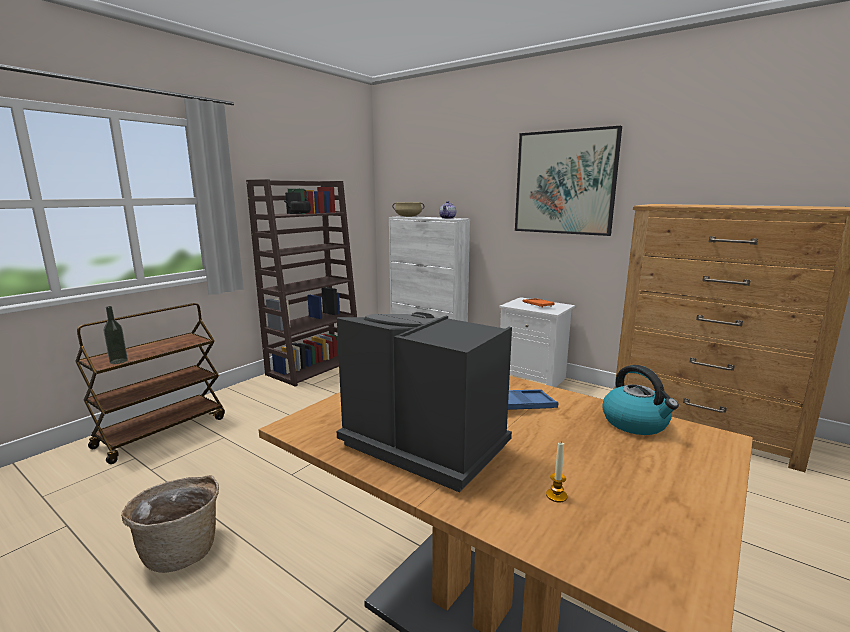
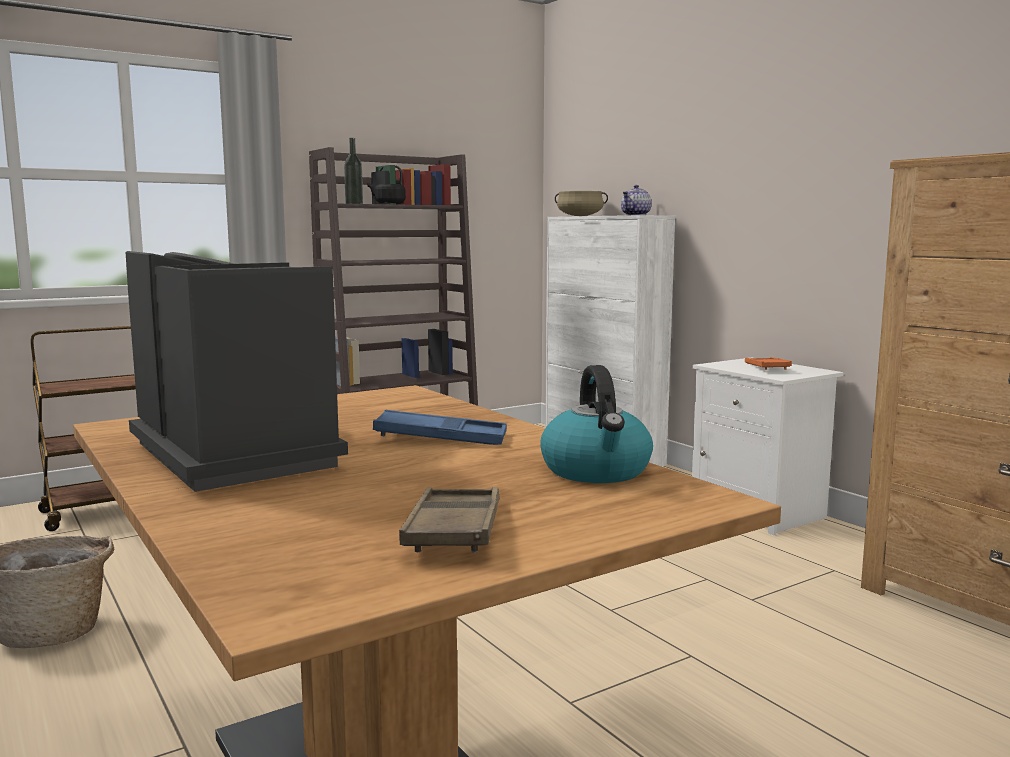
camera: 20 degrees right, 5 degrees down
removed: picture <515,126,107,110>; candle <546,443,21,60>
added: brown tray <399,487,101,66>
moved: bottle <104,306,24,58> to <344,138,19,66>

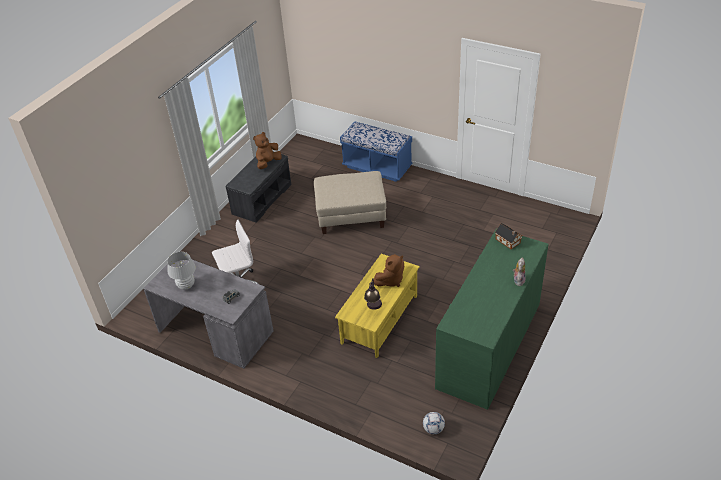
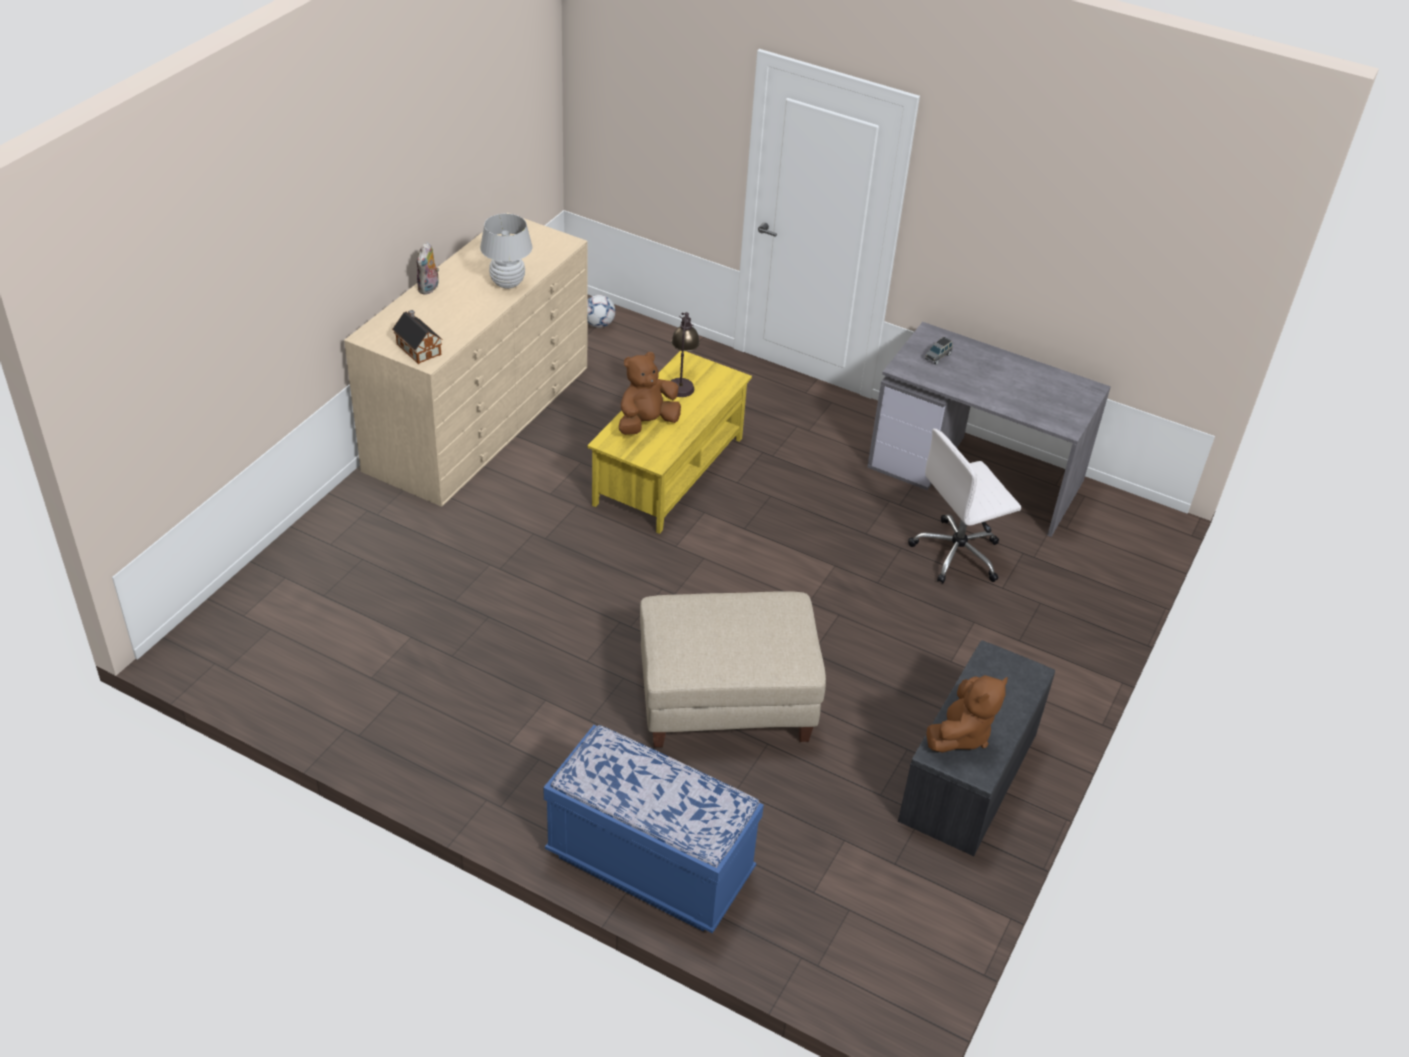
camera: 175 degrees right, 0 degrees up
moved: white table lamp <167,252,29,38> to <480,214,53,75>
recoloured: green dresser <435,228,114,182> to beige dresser <344,213,244,294>

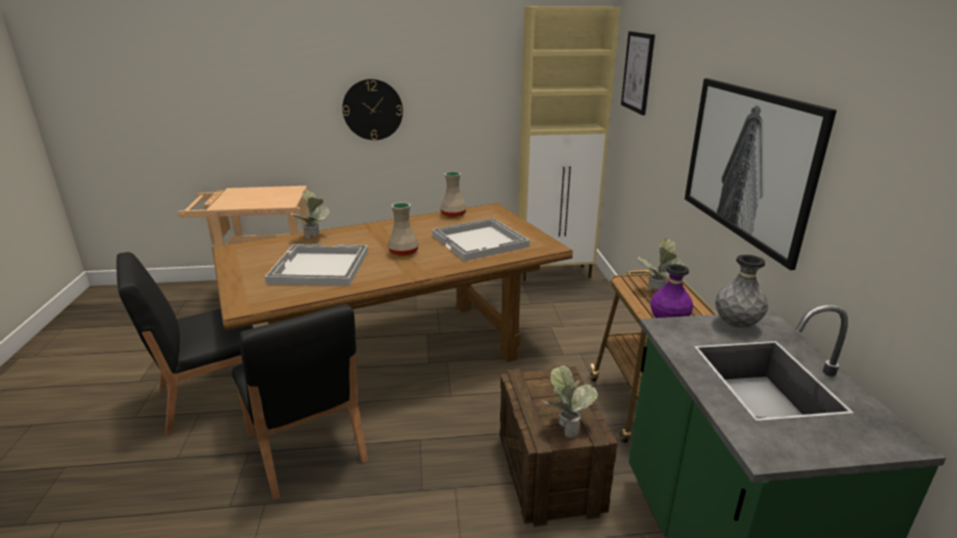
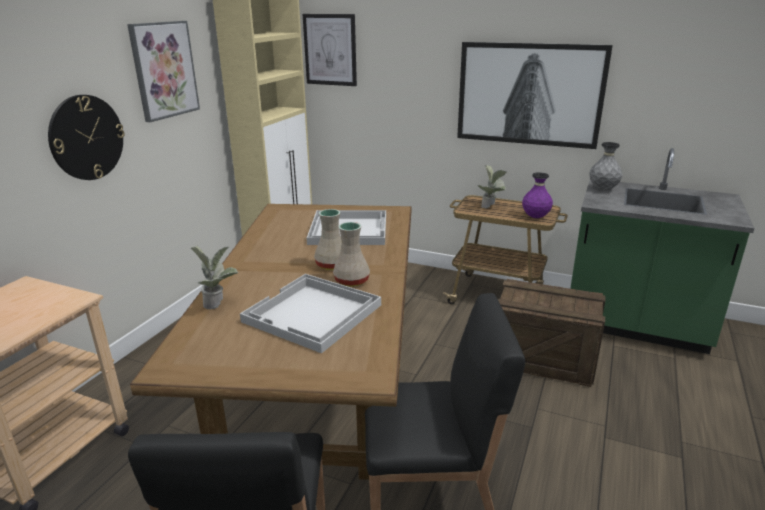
camera: 60 degrees left, 0 degrees up
removed: potted plant <543,366,55,72>
added: picture <127,21,73,101>
moved: beige vase <440,172,26,46> to <333,222,37,65>

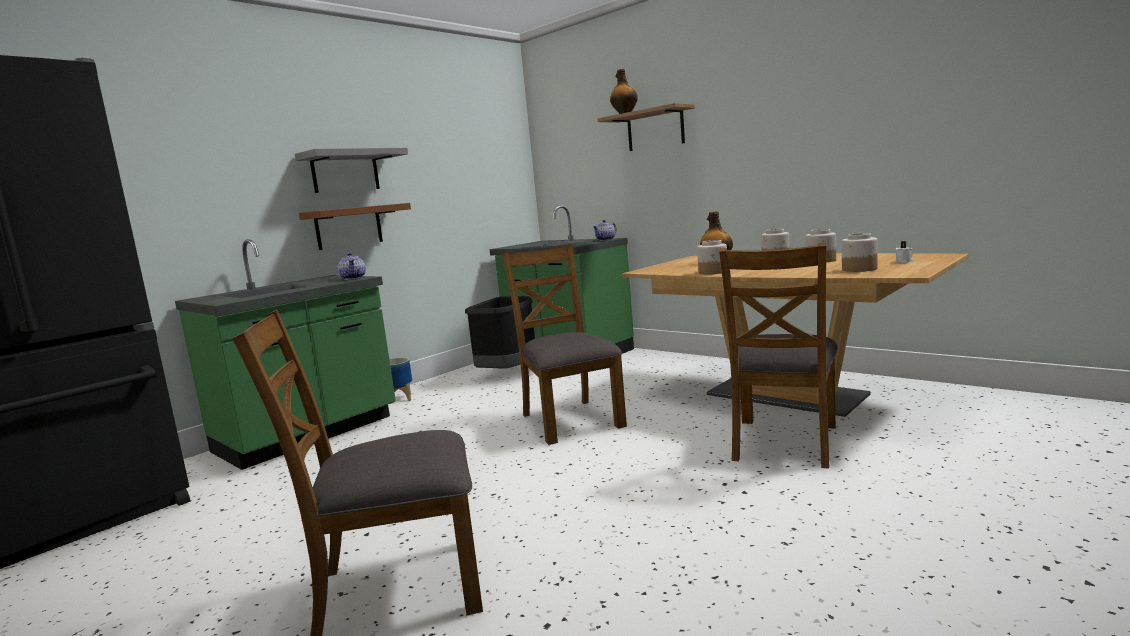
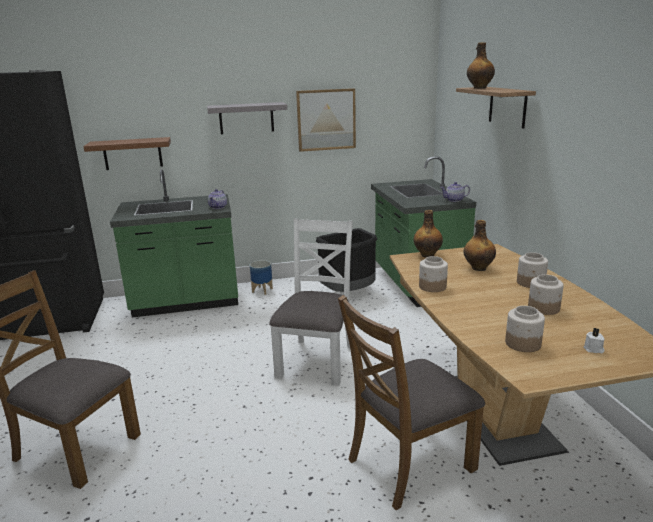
camera: 35 degrees right, 10 degrees up
added: picture <296,88,60,64>; bottle <413,210,30,48>
moved: brown shelf <299,203,112,47> to <83,137,88,33>
recoloured: brown chair <503,244,124,201> to white chair <269,218,84,168>

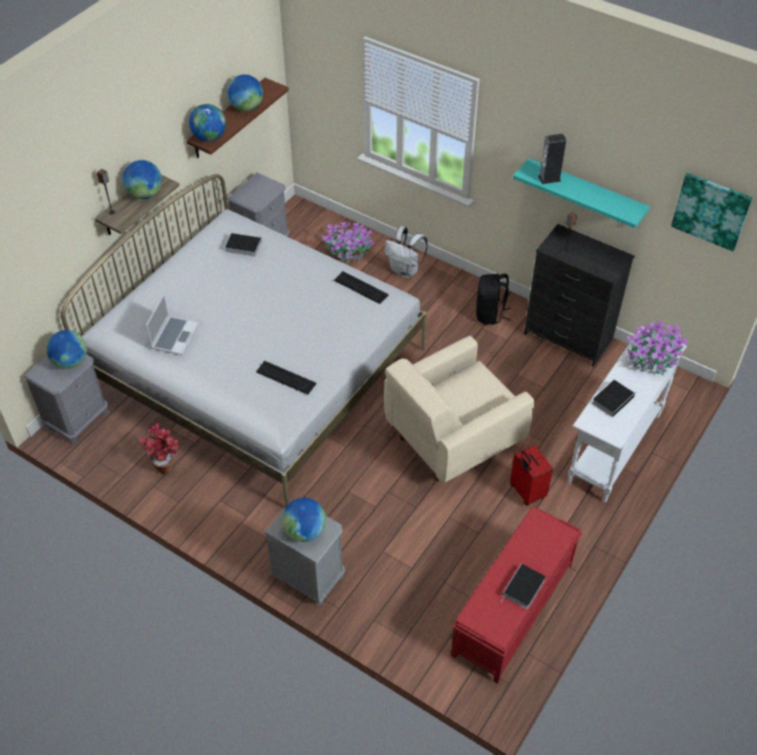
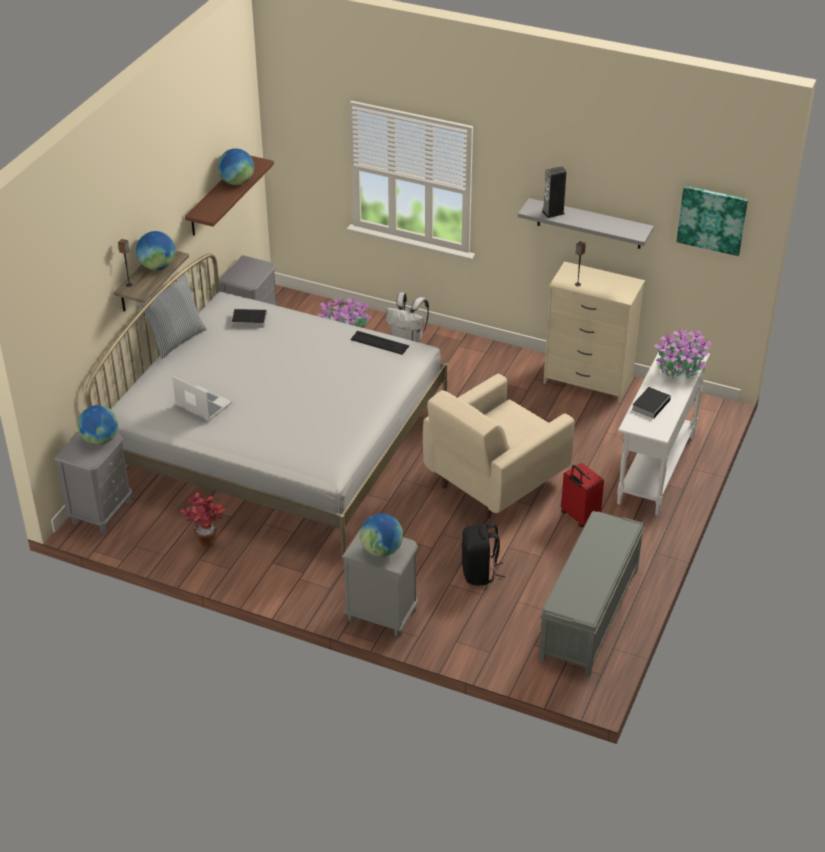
camera: 10 degrees left, 10 degrees down
removed: globe <189,104,37,37>; keyboard <256,361,60,34>; book <500,564,46,45>
added: pillow <140,274,67,85>
moved: black backpack <476,274,35,51> to <462,522,43,64>
recoloured: turquoise shelf <513,158,137,70> to grey shelf <518,198,136,51>; red bench <451,507,131,177> to grey bench <539,511,106,165>; black dresser <524,224,111,143> to beige dresser <544,261,101,142>
turned: laptop <146,294,53,61> = <172,376,60,45> 60 degrees counterclockwise

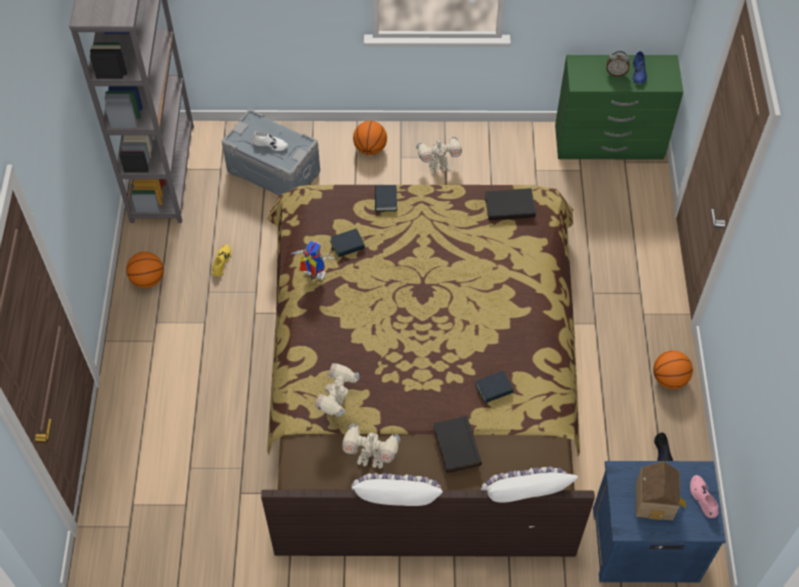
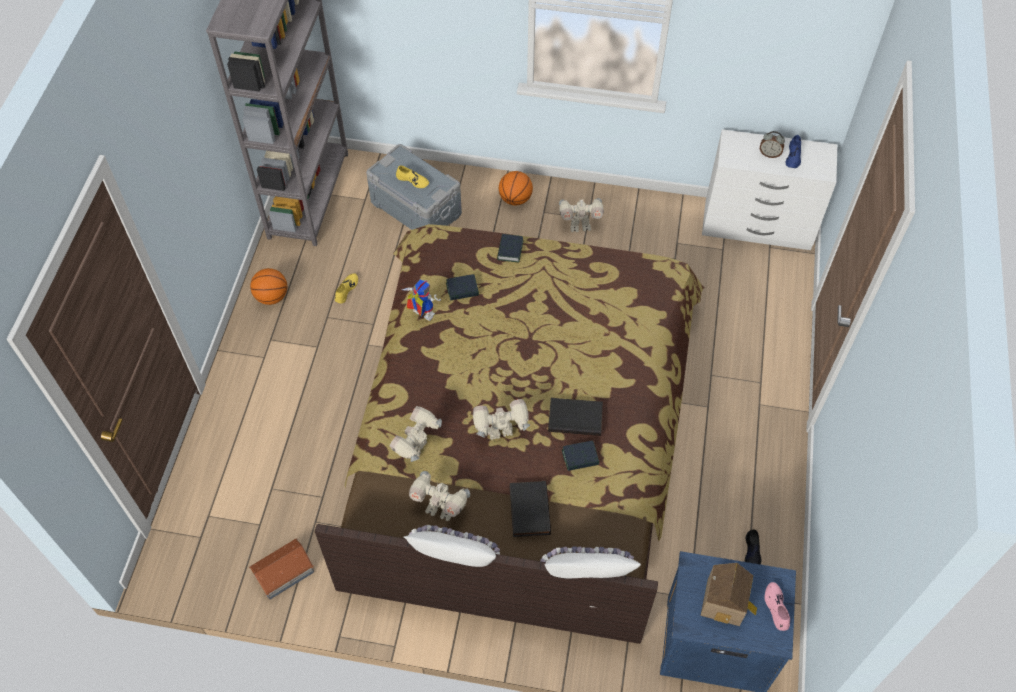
camera: 10 degrees right, 0 degrees up
removed: basketball <653,351,40,38>
added: toy house <249,538,65,62>; toy robot <473,399,57,41>
moved: black book <485,188,51,32> to <548,398,55,38>
recoloured: white shoe <252,131,36,20> to yellow shoe <396,166,33,22>; green dresser <555,55,129,104> to white dresser <702,129,135,121>

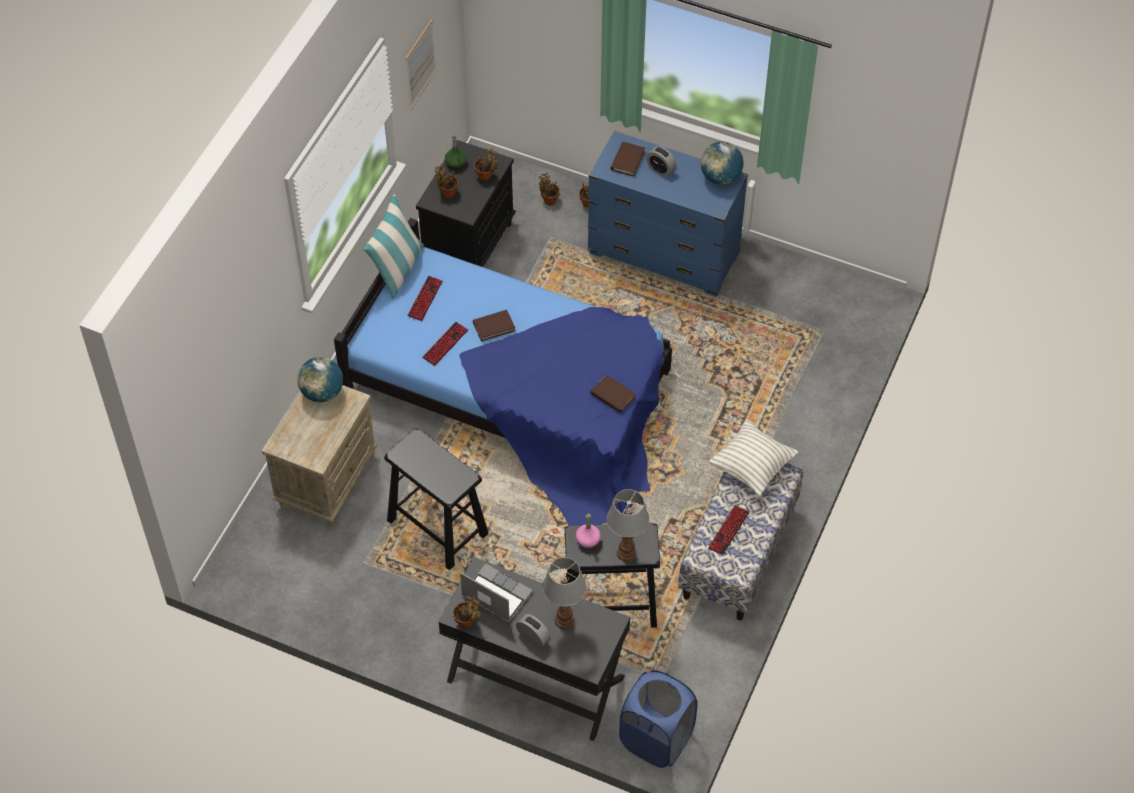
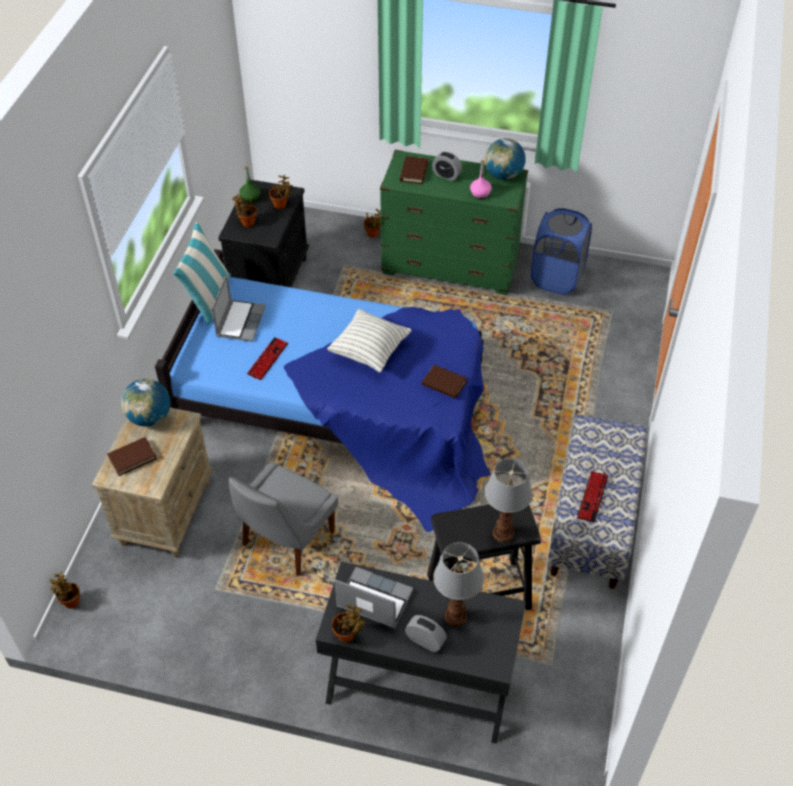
camera: 10 degrees left, 5 degrees down
removed: picture <406,19,31,91>
moved: potted plant <539,172,21,33> to <50,572,30,37>; brown book <473,310,42,32> to <107,437,50,39>; pillow <708,419,90,77> to <327,309,85,64>; pink bottle <576,514,25,34> to <470,160,22,39>; blue laundry basket <619,670,79,98> to <531,208,61,87>
replaced: keyboard <407,276,36,45> to laptop <212,274,54,68>; black stool <384,428,105,142> to grey chair <229,462,109,114>
recoloured: blue dresser <587,130,161,167> to green dresser <380,150,148,145>

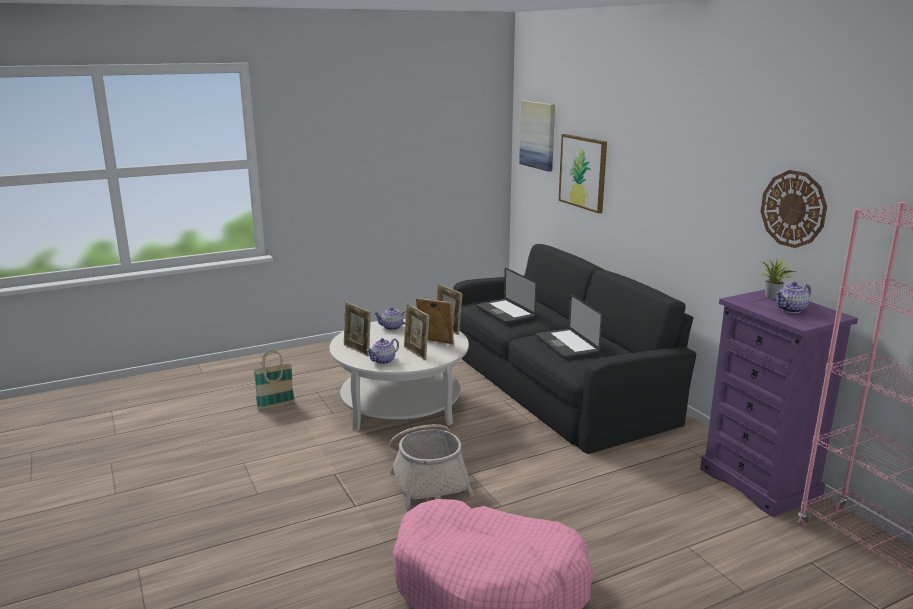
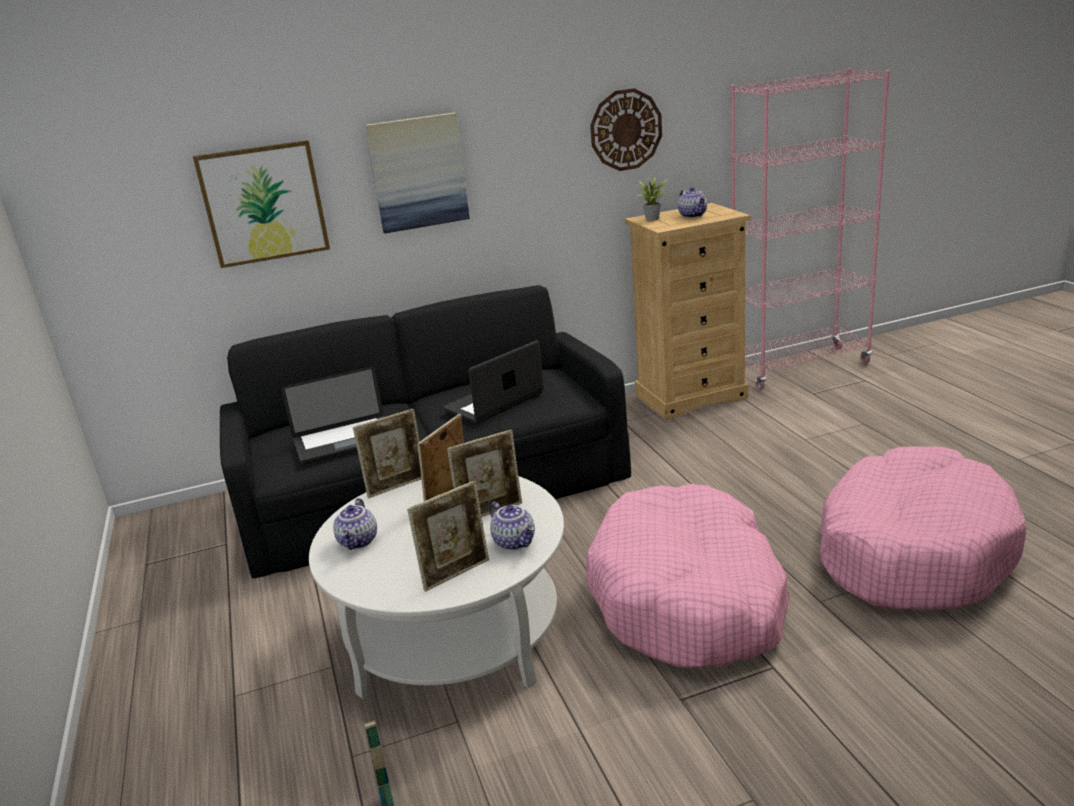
camera: 80 degrees left, 5 degrees up
moved: picture <519,101,36,71> to <365,112,105,121>
replaced: basket <389,424,85,84> to pink dog bed <586,483,204,185>
recoloured: purple dresser <700,290,158,227> to beige dresser <625,203,126,217>
turned: laptop <536,294,66,65> = <443,340,101,84> 150 degrees clockwise

